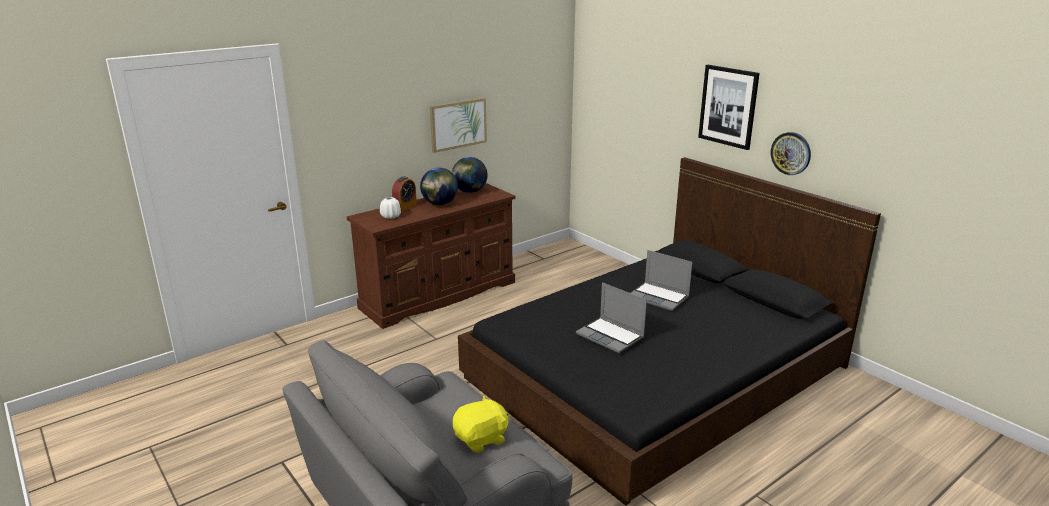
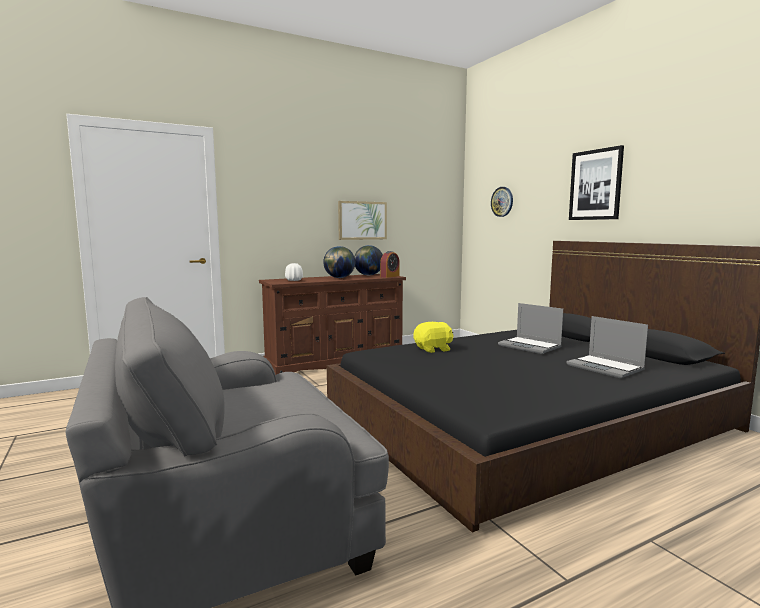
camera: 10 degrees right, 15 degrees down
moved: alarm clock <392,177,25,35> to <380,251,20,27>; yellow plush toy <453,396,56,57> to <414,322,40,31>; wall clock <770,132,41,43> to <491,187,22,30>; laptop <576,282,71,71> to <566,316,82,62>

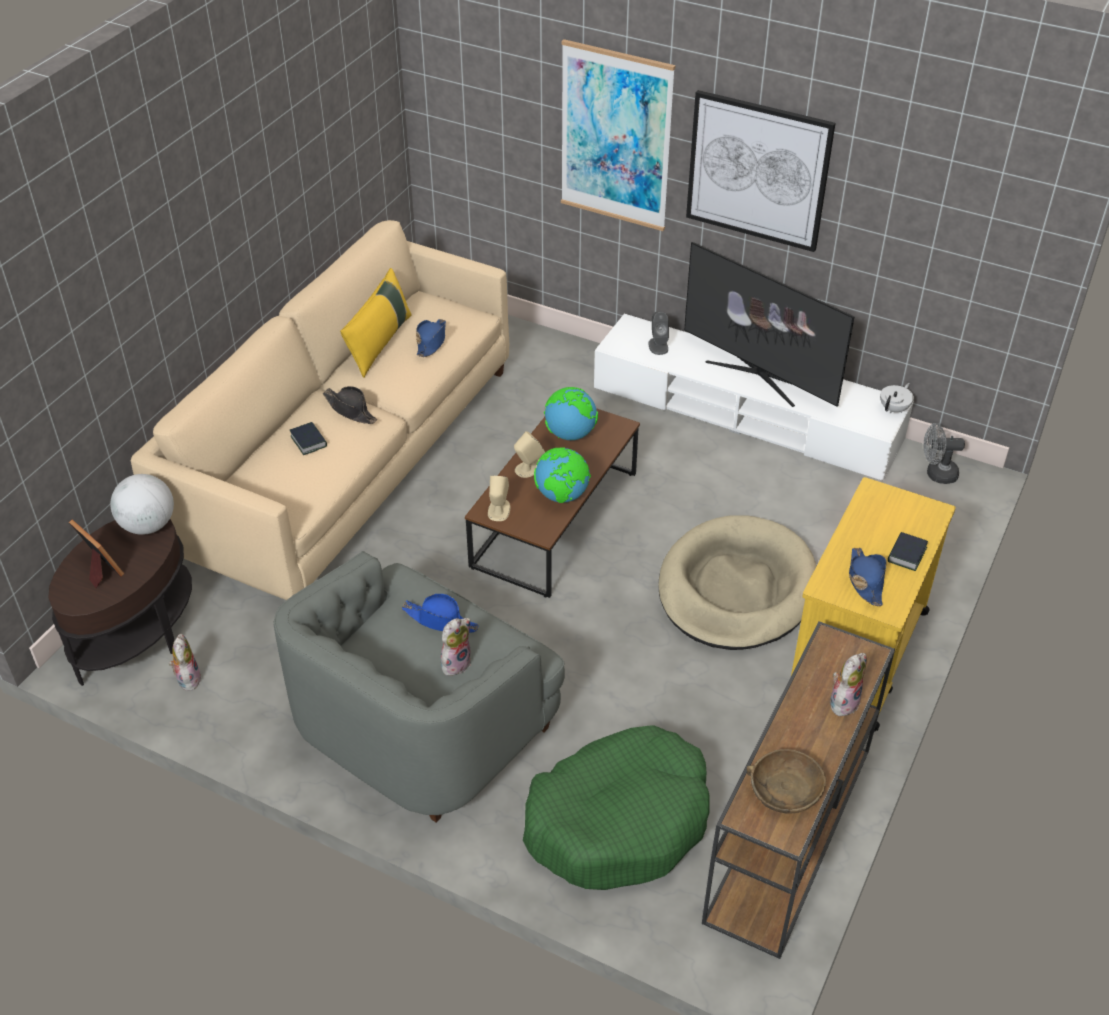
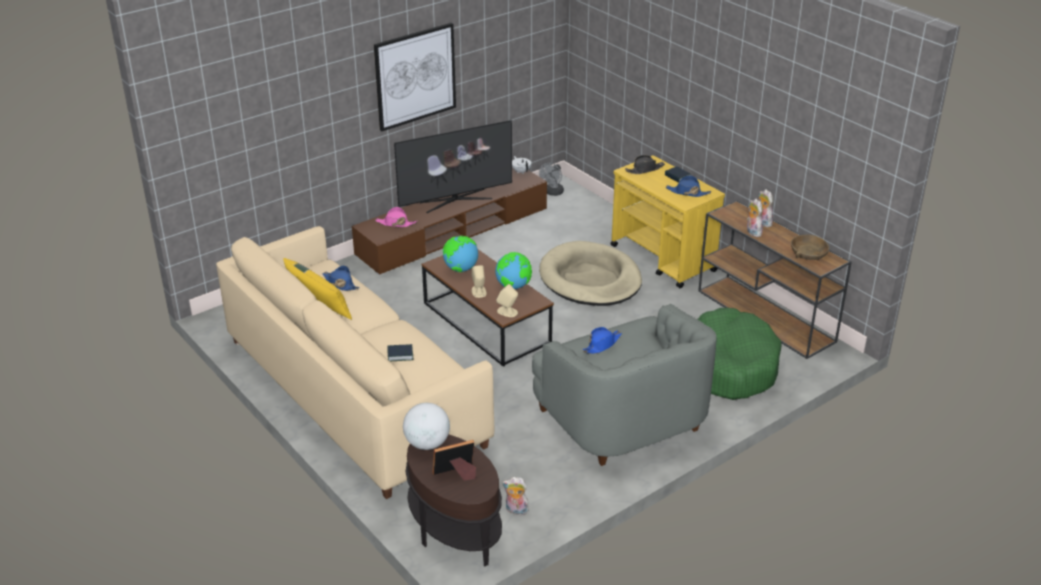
camera: 65 degrees left, 10 degrees down
removed: picture <561,39,114,192>
moved: black hat <323,386,54,38> to <625,155,40,19>; plush toy <441,618,30,58> to <747,199,16,38>
replaced: grey speaker <648,311,21,44> to pink hat <375,207,43,20>
recoloured: white tv stand <594,314,320,167> to brown tv stand <352,167,195,108>

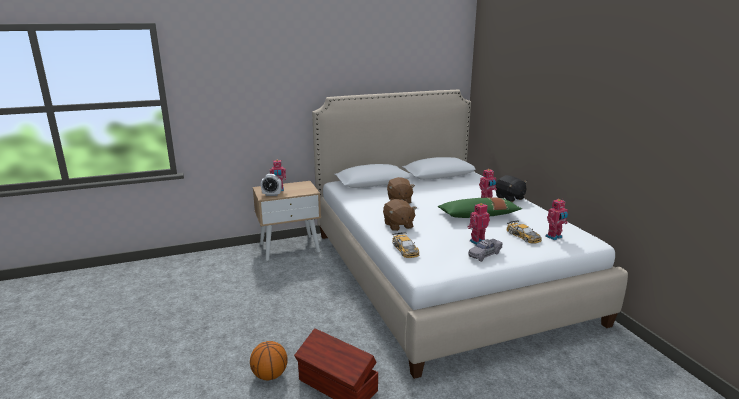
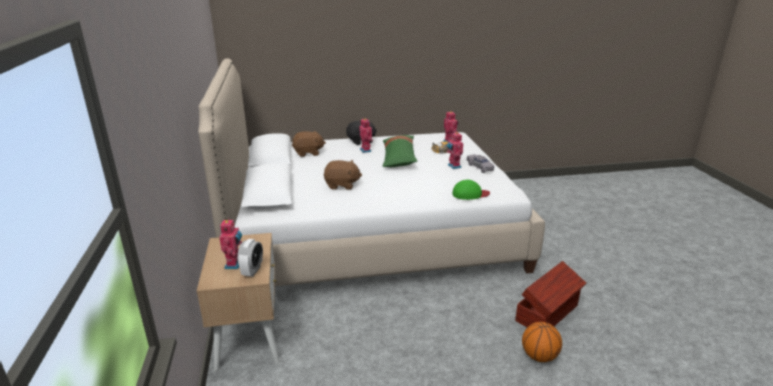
camera: 80 degrees left, 5 degrees up
moved: brown plush toy <383,199,34,32> to <292,131,34,26>
replaced: toy car <392,232,27,26> to green cap <452,180,38,20>

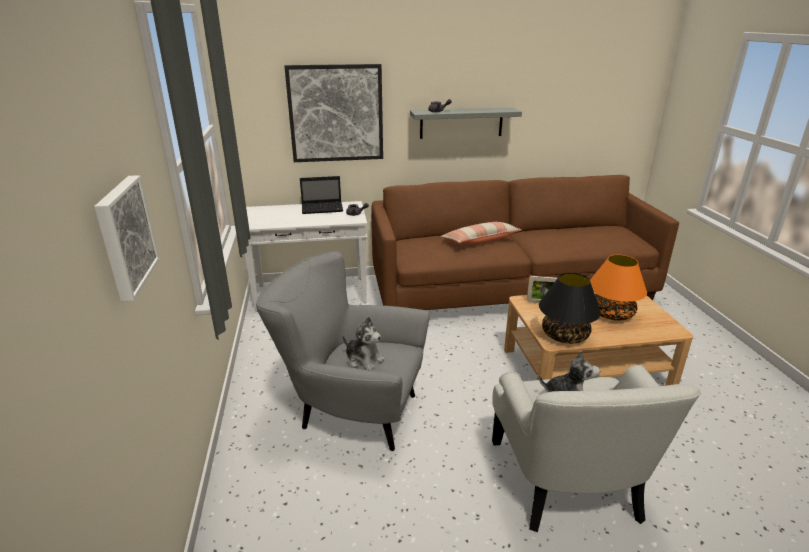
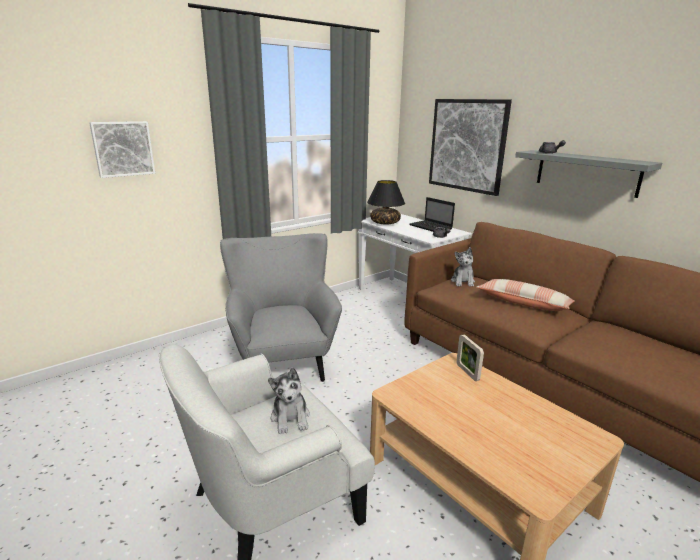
camera: 60 degrees right, 5 degrees down
removed: orange table lamp <590,255,57,66>
moved: black table lamp <539,273,62,71> to <367,180,38,45>; plush toy <342,317,43,54> to <451,247,24,40>

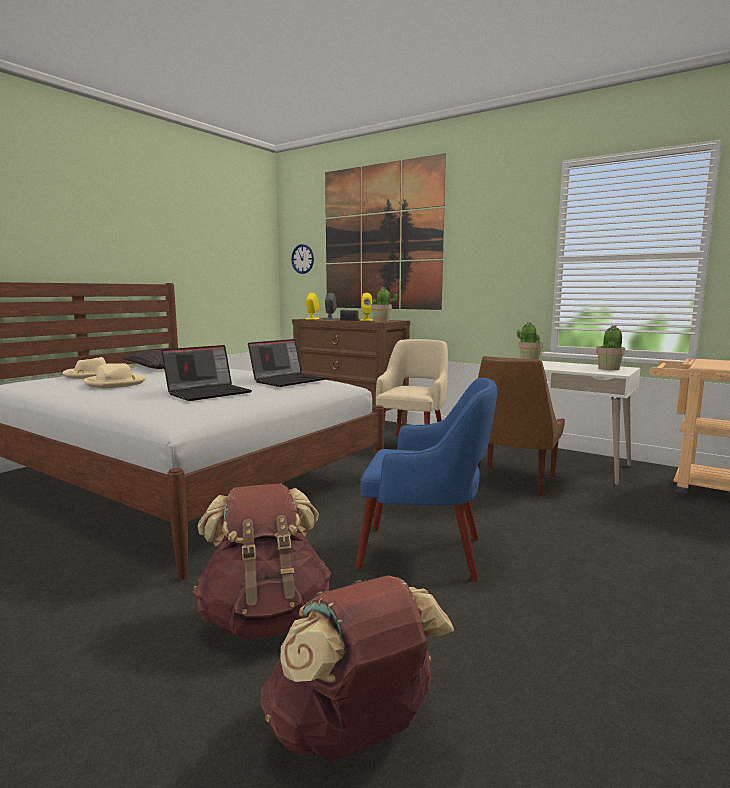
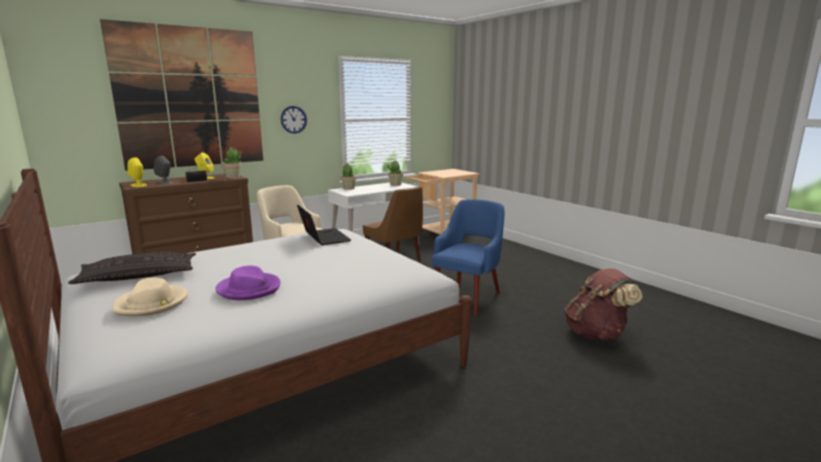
camera: 70 degrees left, 5 degrees up
removed: laptop <161,345,91,56>; brown backpack <193,483,138,157>
moved: wall clock <291,244,23,30> to <281,106,26,27>
recoloured: beige hat <84,363,62,26> to purple hat <215,266,65,34>

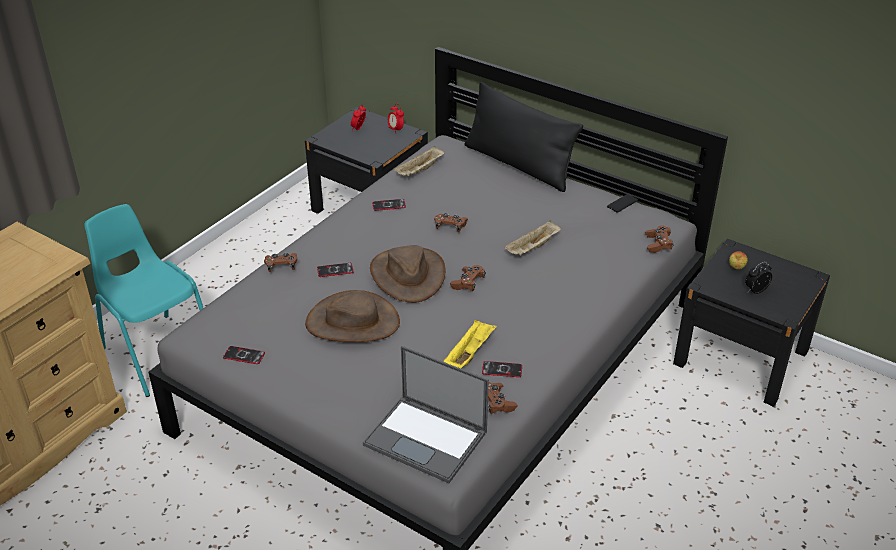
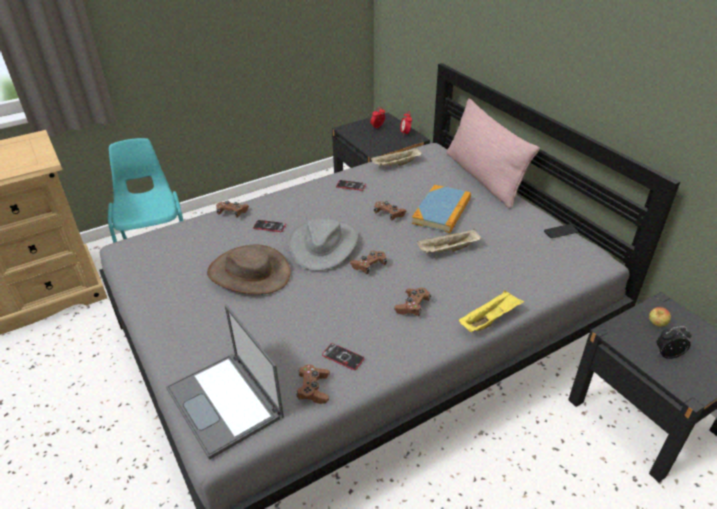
camera: 25 degrees right, 0 degrees up
removed: phone <223,346,42,18>
added: book <412,185,59,48>
moved: brown game controller <645,225,29,28> to <394,287,37,29>; yellow tray <444,320,53,49> to <459,290,65,42>
recoloured: brown hat <370,245,76,58> to grey hat <288,218,70,53>; black pillow <465,82,118,110> to pink pillow <447,98,93,111>

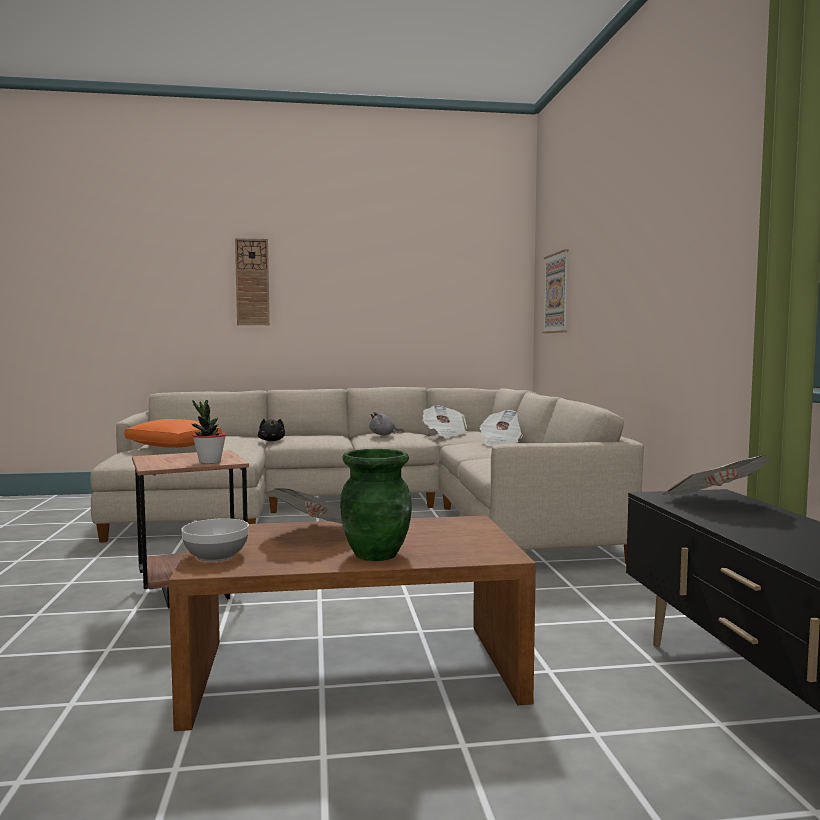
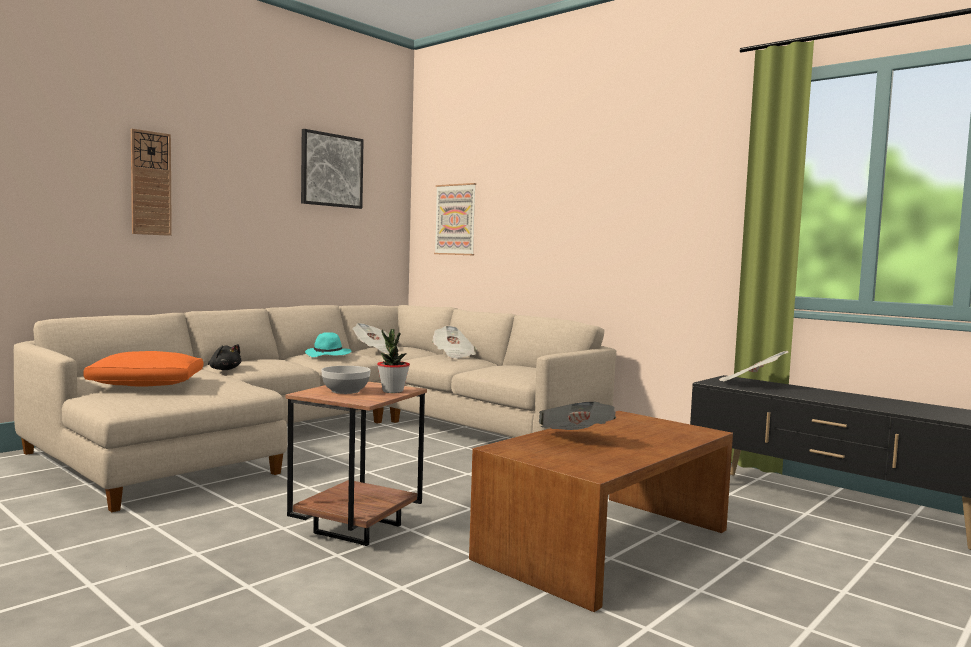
camera: 40 degrees left, 0 degrees up
removed: green vase <340,449,72,112>
added: picture <301,129,63,80>
moved: bowl <181,518,68,44> to <321,366,49,28>
replaced: grey plush toy <369,412,35,23> to turquoise hat <305,332,46,25>

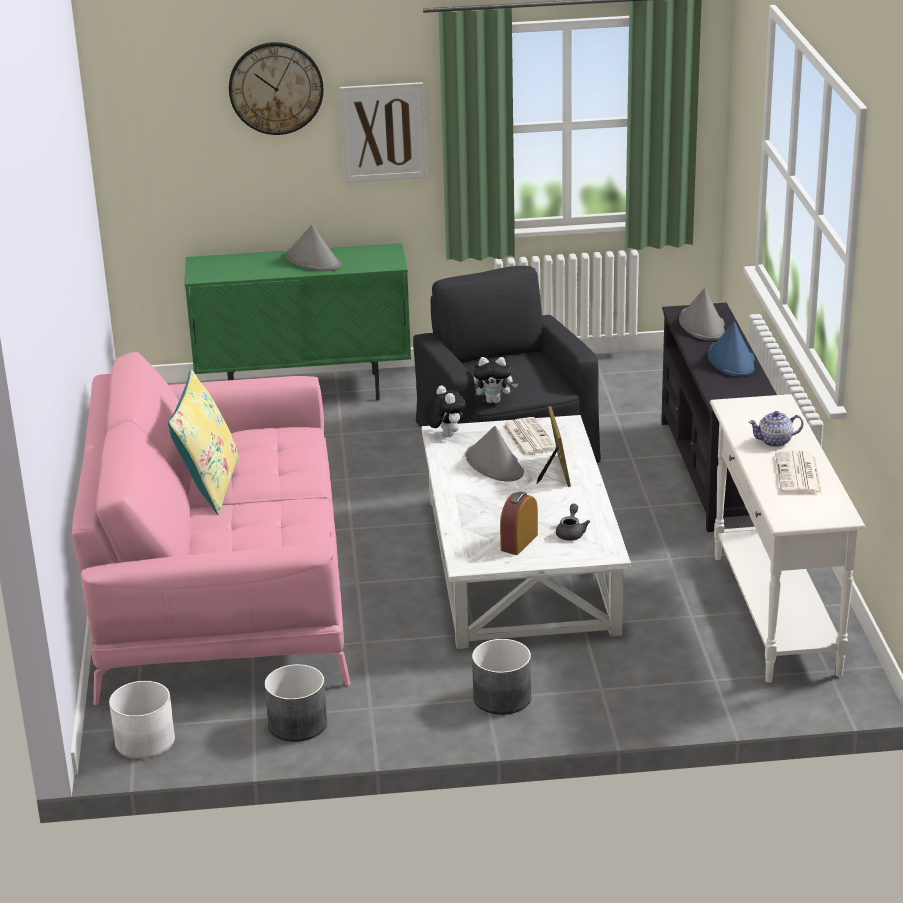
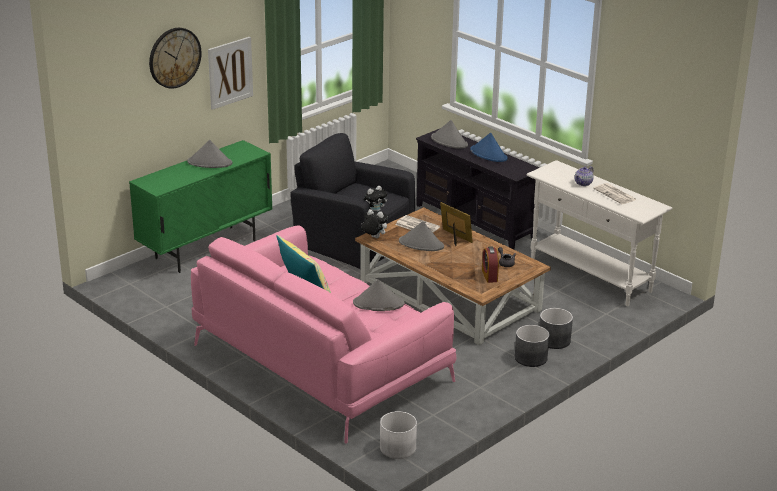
camera: 40 degrees left, 0 degrees up
added: grey hat <353,279,51,32>
moved: grey planter <264,664,63,78> to <539,308,34,41>
recoloured: white coffee table <422,415,209,234> to brown coffee table <355,207,196,138>

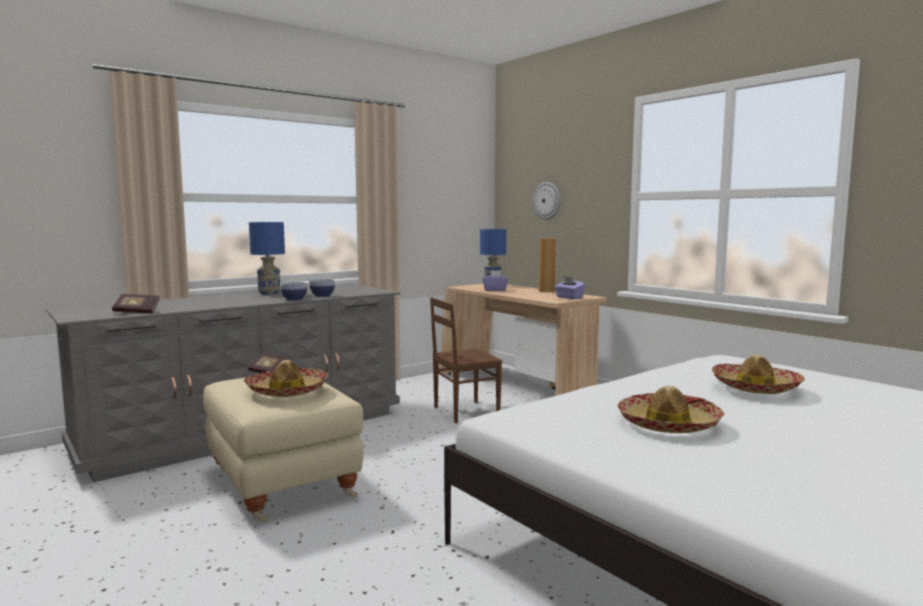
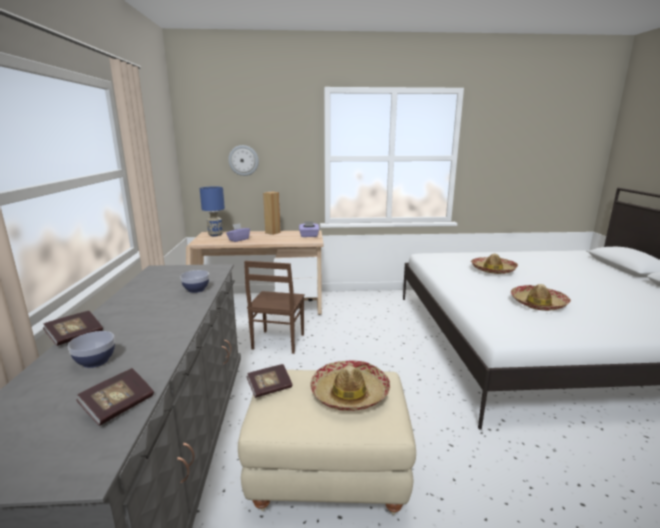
camera: 55 degrees left, 10 degrees up
removed: blue table lamp <249,222,36,73>
added: book <43,311,60,35>
moved: bowl <280,282,28,18> to <68,331,47,37>

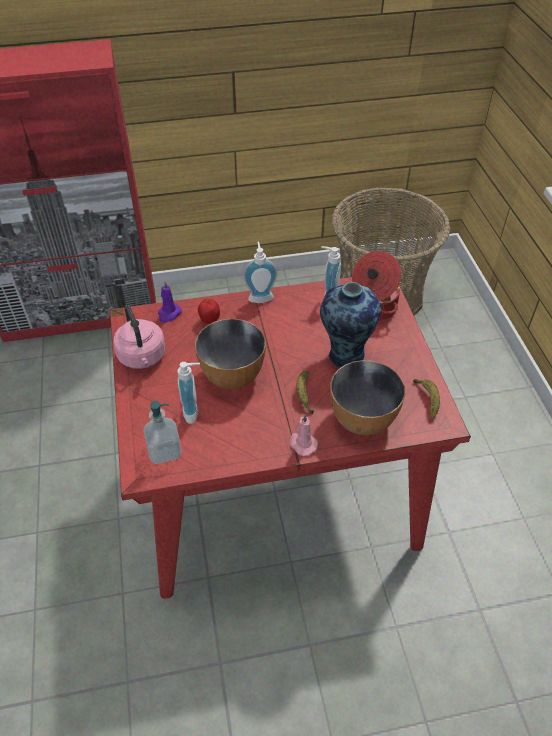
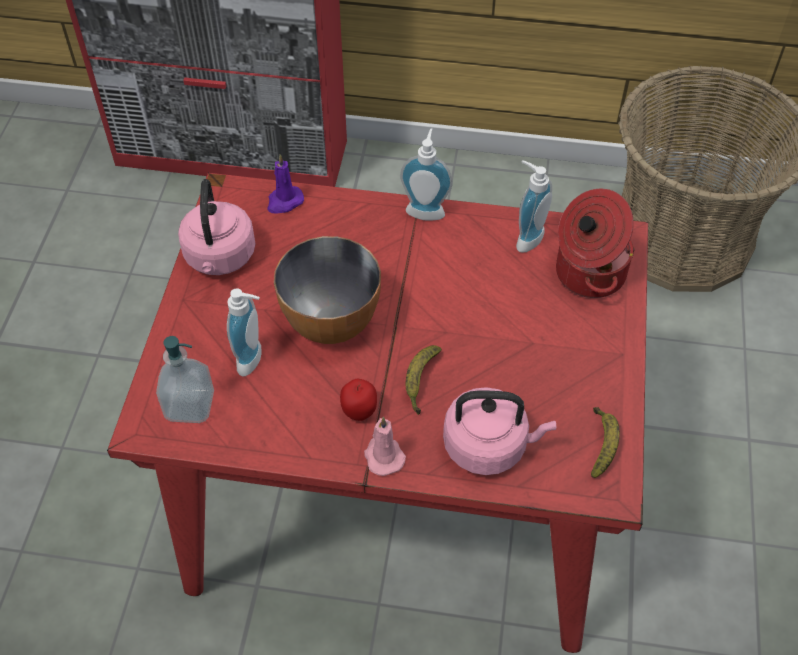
camera: 20 degrees right, 5 degrees up
removed: vase <320,282,61,86>
moved: apple <198,299,22,25> to <340,379,37,42>
replaced: bowl <330,360,75,75> to pink kettle <443,387,113,88>

